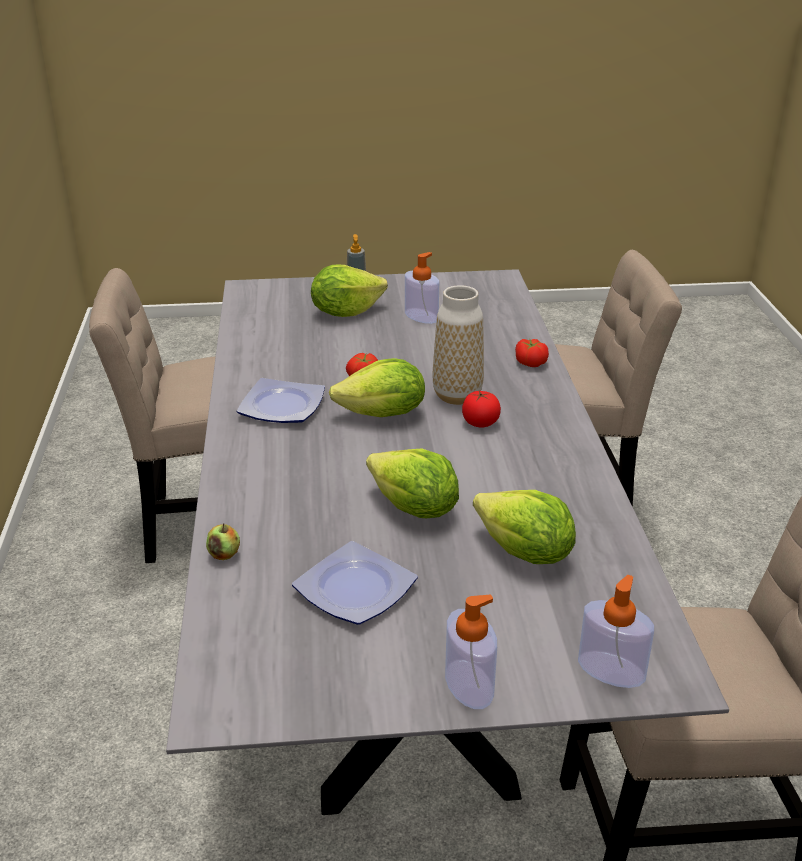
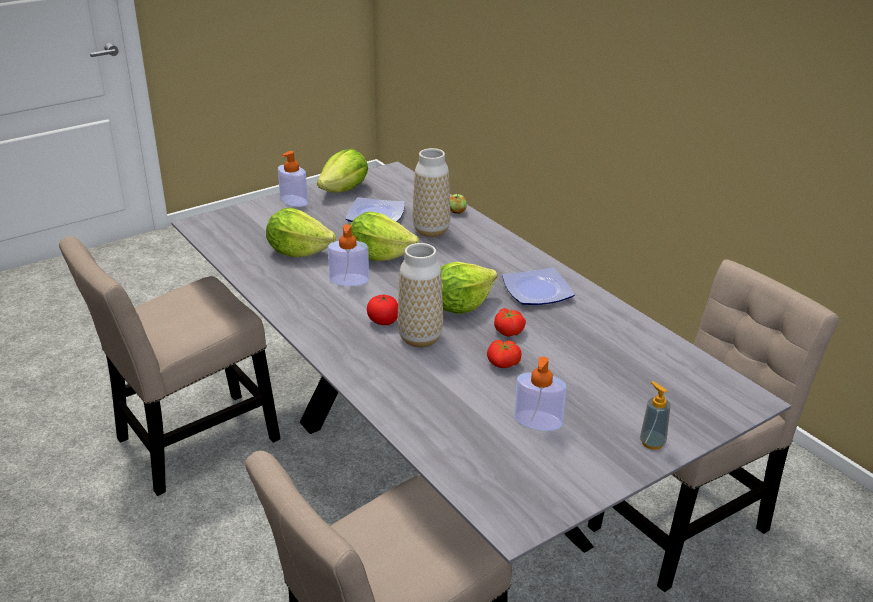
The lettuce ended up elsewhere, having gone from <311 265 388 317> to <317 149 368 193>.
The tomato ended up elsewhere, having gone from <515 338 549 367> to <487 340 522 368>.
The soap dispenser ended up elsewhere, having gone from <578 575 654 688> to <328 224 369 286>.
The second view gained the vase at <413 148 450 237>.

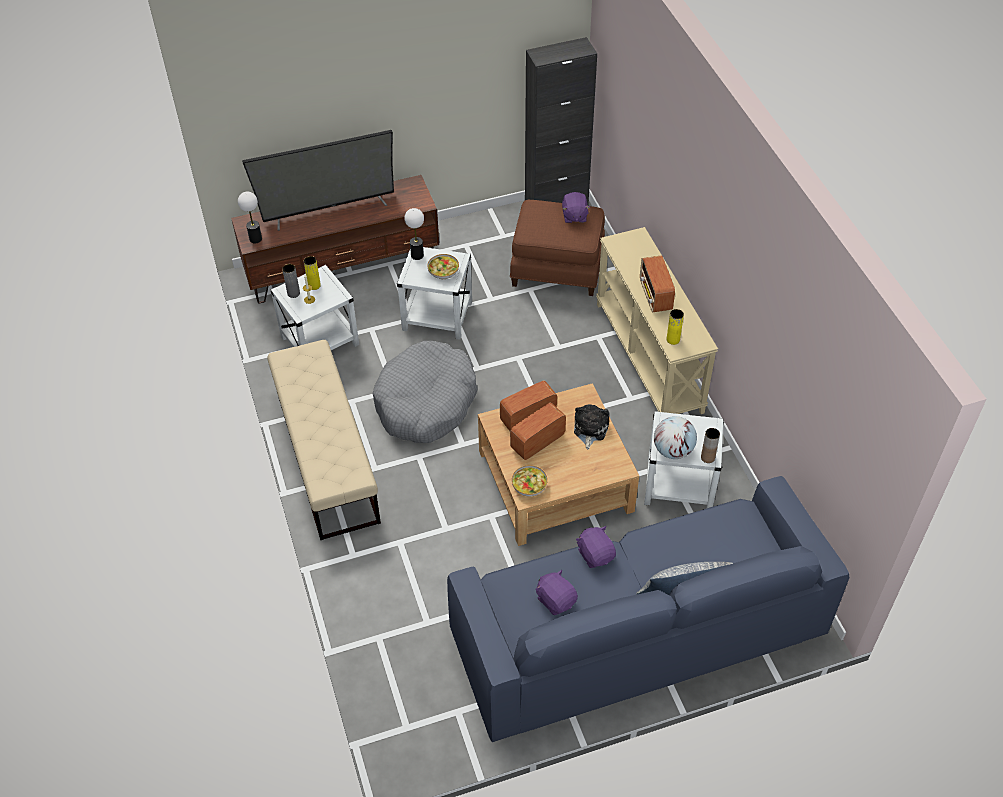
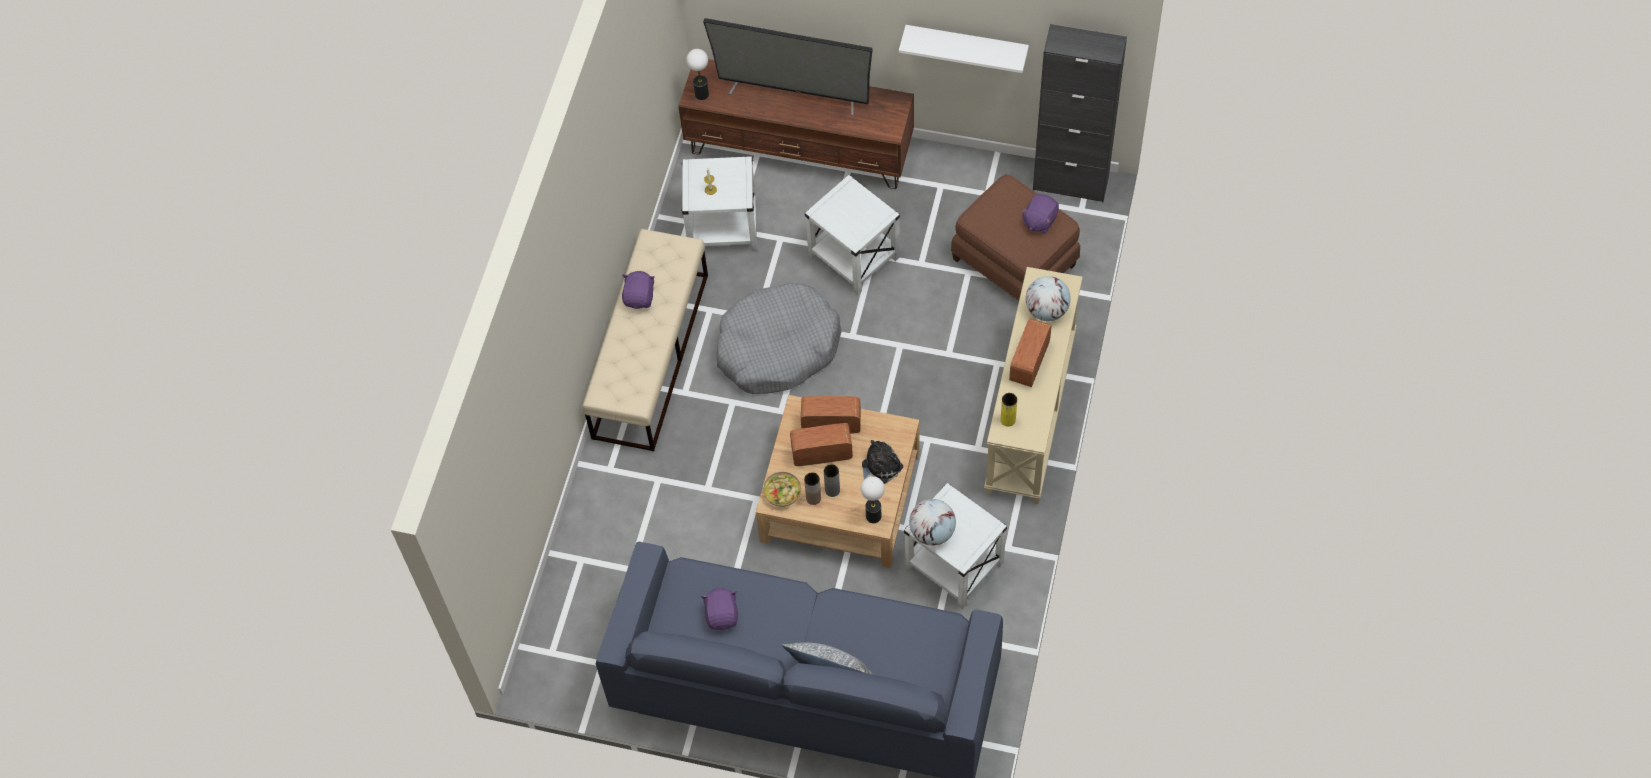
The vase (grey) ended up elsewhere, having gone from <282 264 300 298> to <824 464 840 497>.
The second view lost the vase (yellow) at <304 256 321 290>.
The table lamp ended up elsewhere, having gone from <404 208 424 260> to <861 476 885 523>.
The second view lost the bowl at <427 254 459 279>.
The plush toy (purple) ended up elsewhere, having gone from <576 526 616 568> to <622 271 655 309>.
The vase (brown) ended up elsewhere, having gone from <701 428 720 463> to <804 472 821 505>.
The second view gained the shelf (white) at <899 25 1029 73>.
The second view gained the globe at <1025 276 1071 321>.

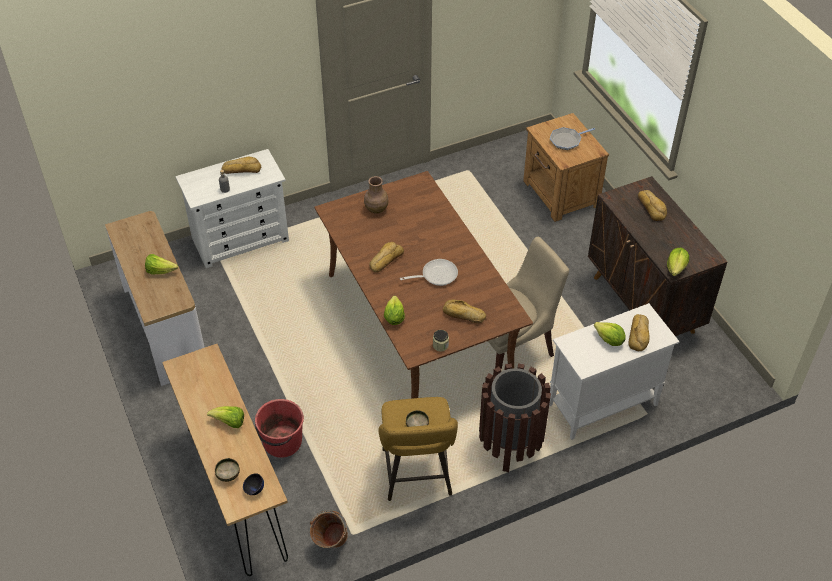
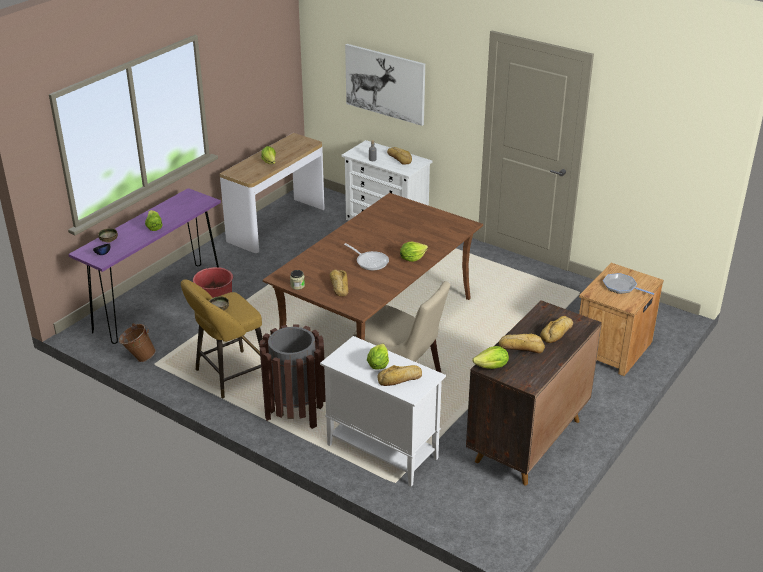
What was the console table (brown) at <162 344 288 576> turned into the console table (purple) at <68 188 221 344>.
The second view lost the vase (brown) at <364 176 389 214>.
The bread ended up elsewhere, having gone from <369 242 404 273> to <499 334 545 354>.
The lettuce ended up elsewhere, having gone from <384 296 405 325> to <400 242 428 262>.
The second view gained the picture at <345 44 425 126>.

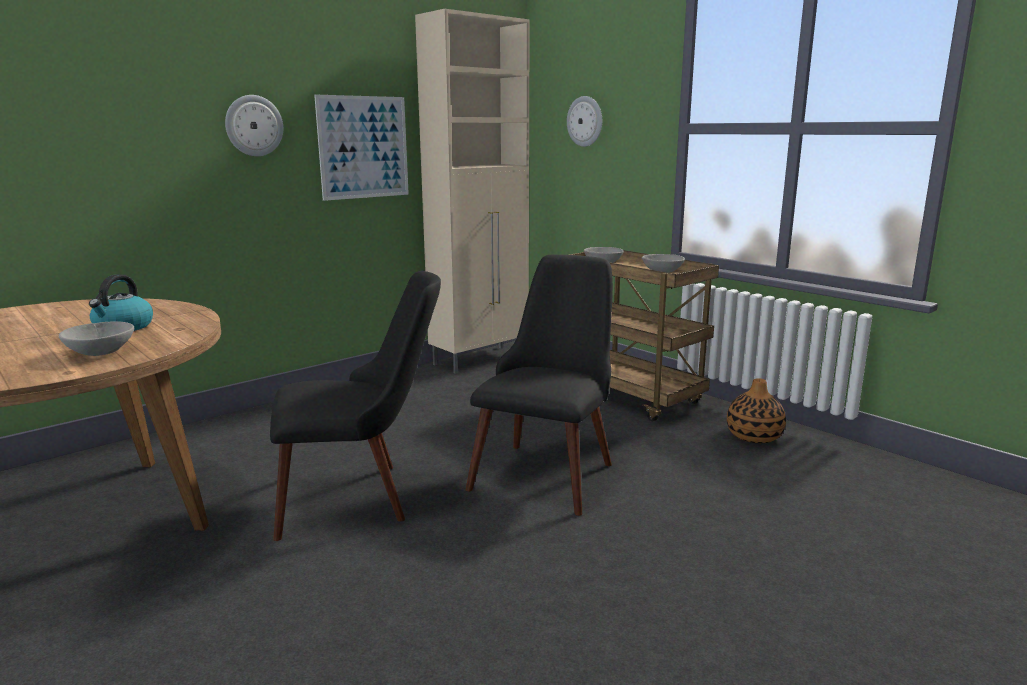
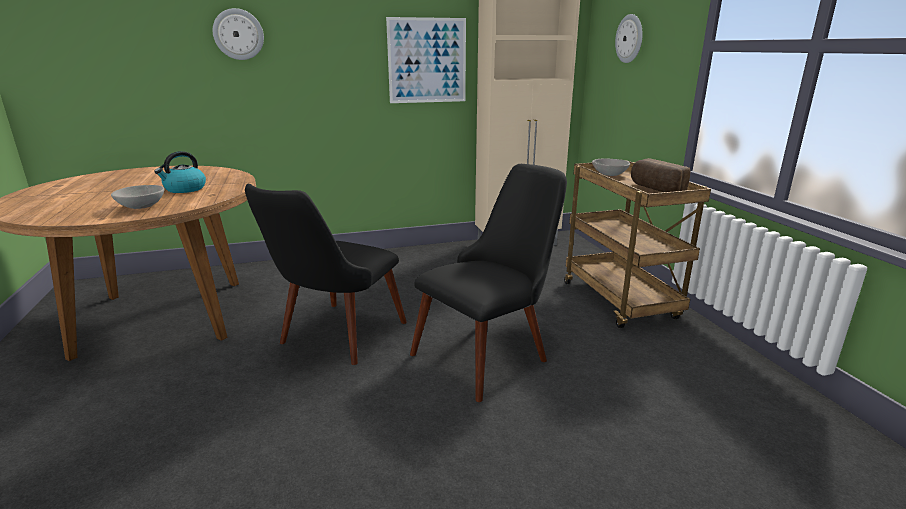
The wall clock ended up elsewhere, having gone from <225 95 283 156> to <213 8 264 60>.
The chair (black) at <270 271 441 541> ended up facing another way, 105 degrees clockwise from before.
Where the bowl (grey) stood at <642 254 685 273>, the bread came to stand at <631 158 690 192>.
The second view lost the vase at <727 378 786 443>.

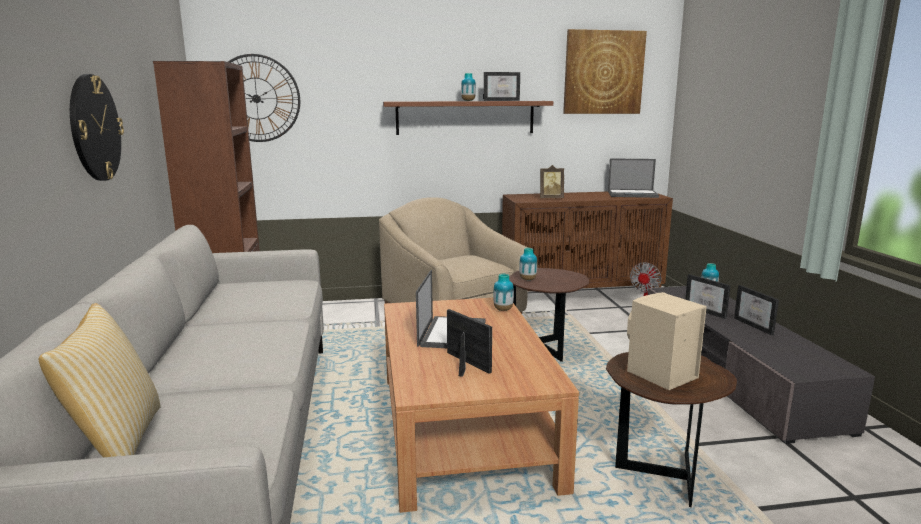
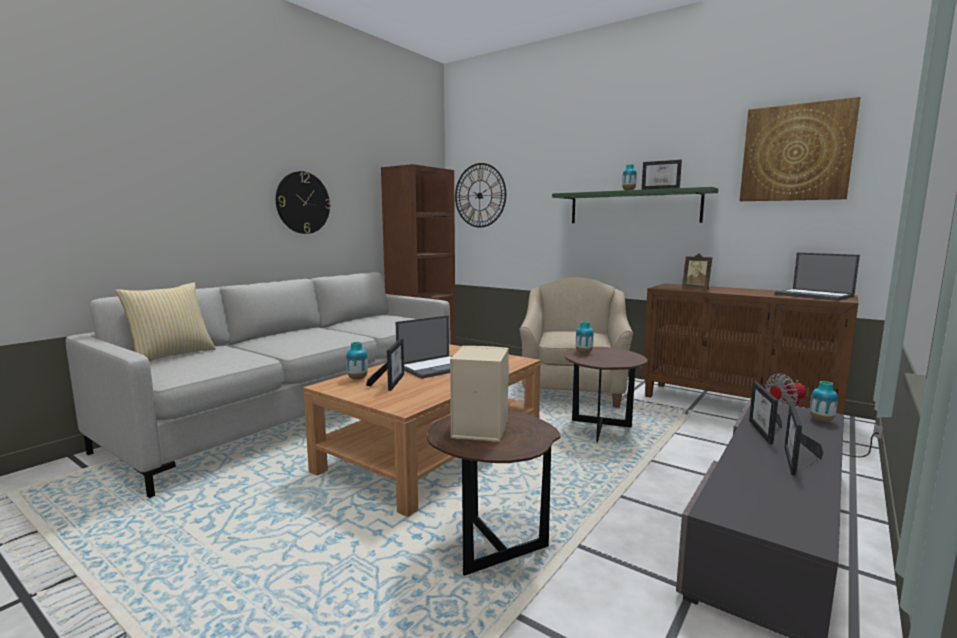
What was the shelf (brown) at <383 101 553 135> turned into the shelf (green) at <552 187 718 223>.
The vase ended up elsewhere, having gone from <493 274 514 311> to <346 342 368 380>.

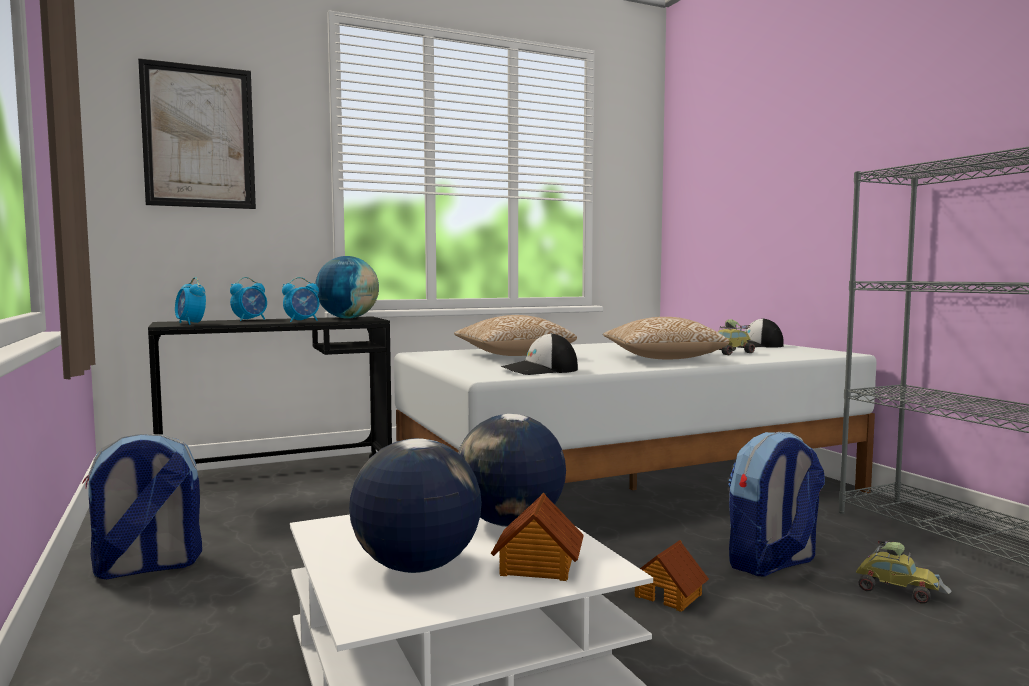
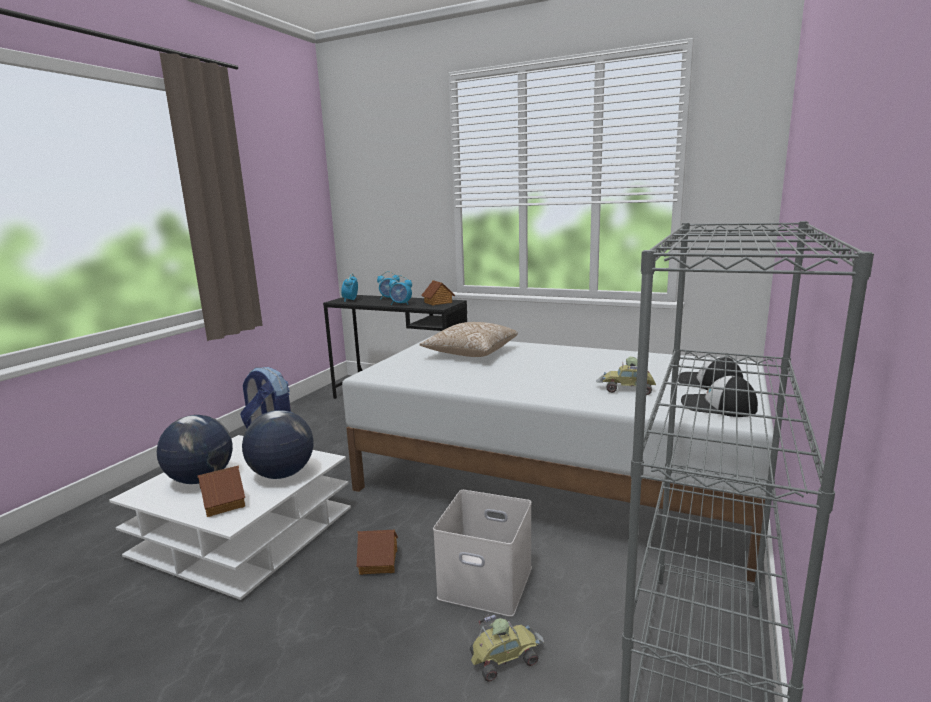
The second view lost the picture at <138 58 256 209>.
Where the globe stood at <315 256 379 319>, the toy house came to stand at <421 280 455 305>.
The cap ended up elsewhere, having gone from <501 333 578 375> to <681 376 758 417>.
The second view lost the pillow at <603 317 729 359>.
Where the backpack stood at <728 432 825 577>, the storage box (white) came to stand at <433 490 532 617>.
The toy car at <856 541 952 604> ended up facing another way, 105 degrees counterclockwise from before.

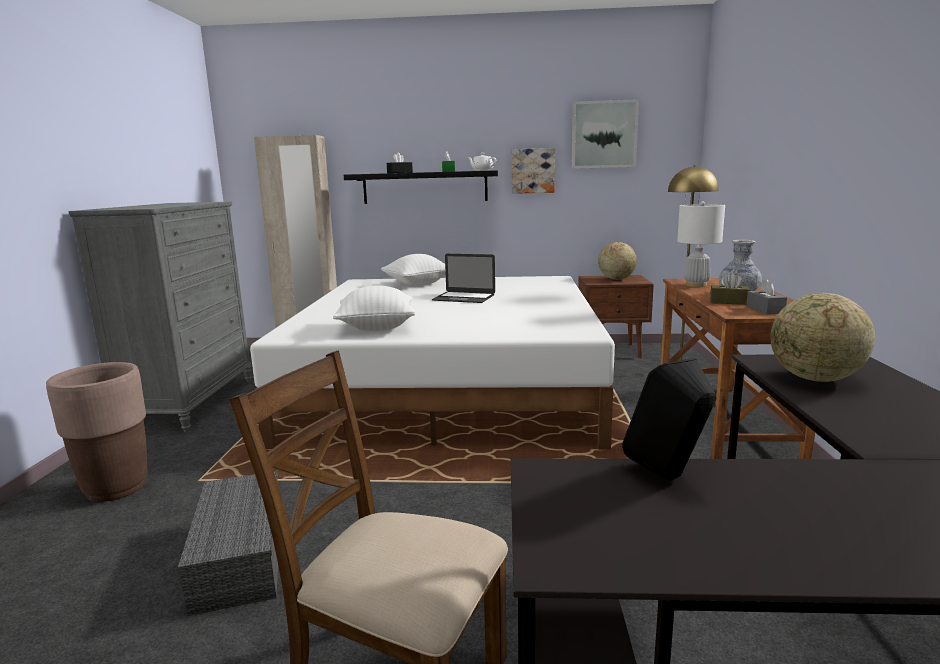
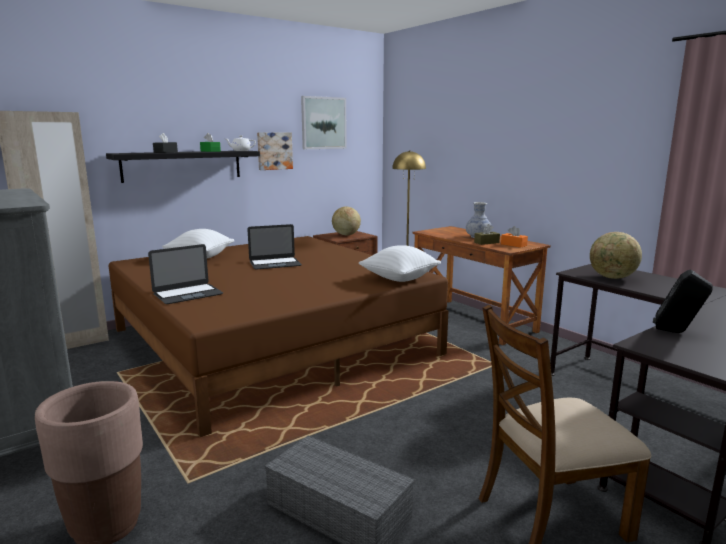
What was the bed (white) at <250 276 615 450> turned into the bed (brown) at <109 236 449 437>.
The pillow (white) ended up elsewhere, having gone from <333 285 415 331> to <359 245 441 282>.
The second view lost the table lamp (white) at <677 201 725 287>.
What was the tissue box (grey) at <746 279 787 314> turned into the tissue box (orange) at <501 226 528 248>.
The second view gained the laptop at <148 244 223 304>.

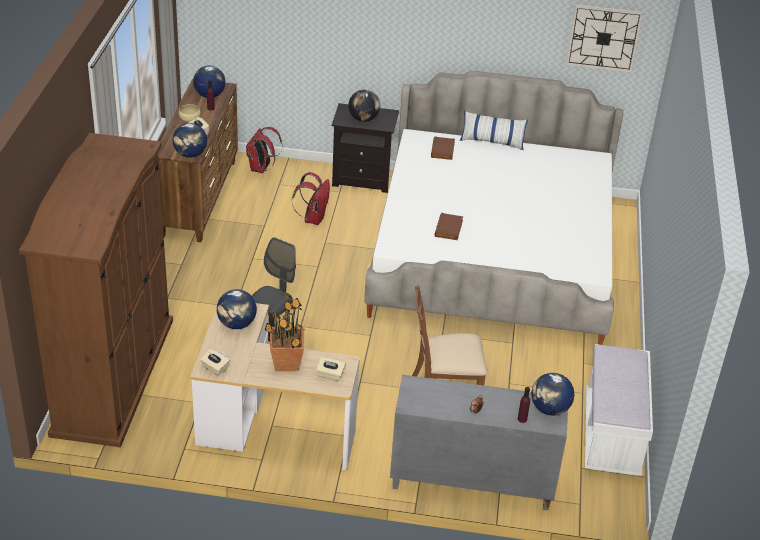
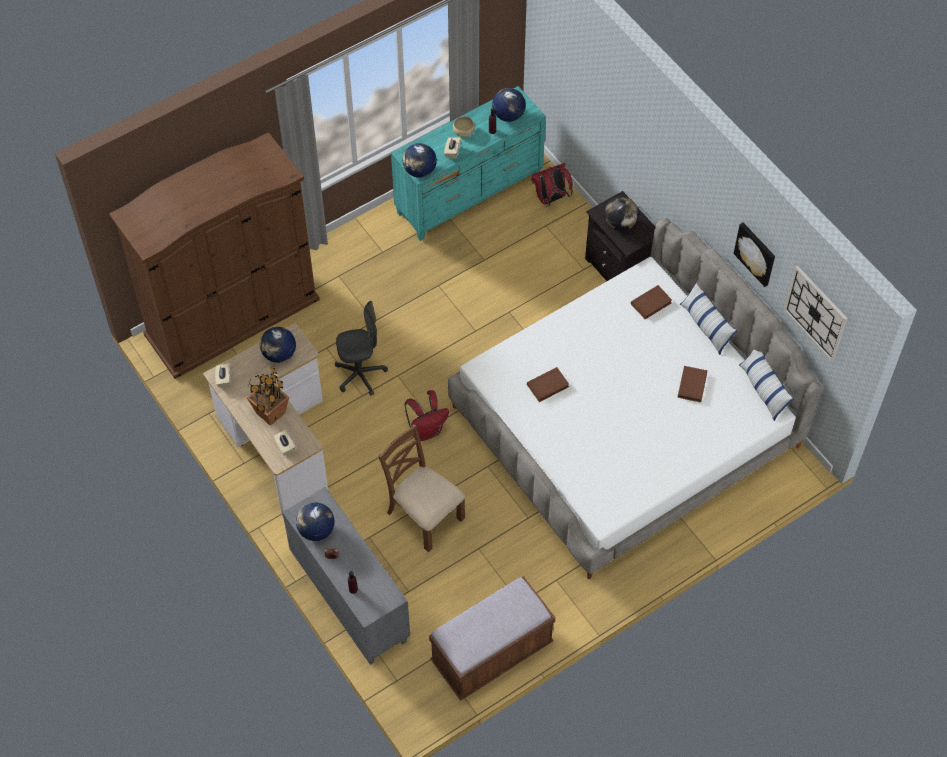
What was the dresser (brown) at <158 79 238 242> turned into the dresser (turquoise) at <391 86 546 241>.
The backpack (red) ended up elsewhere, having gone from <292 172 330 225> to <404 390 449 441>.
The globe ended up elsewhere, having gone from <531 373 574 416> to <296 503 335 541>.
What was the bench (white) at <585 344 653 476> turned into the bench (brown) at <429 576 555 701>.
The second view gained the book (brown) at <677 366 707 402>.
The second view gained the picture at <734 223 775 287>.
The second view gained the pillow at <739 350 794 421>.

